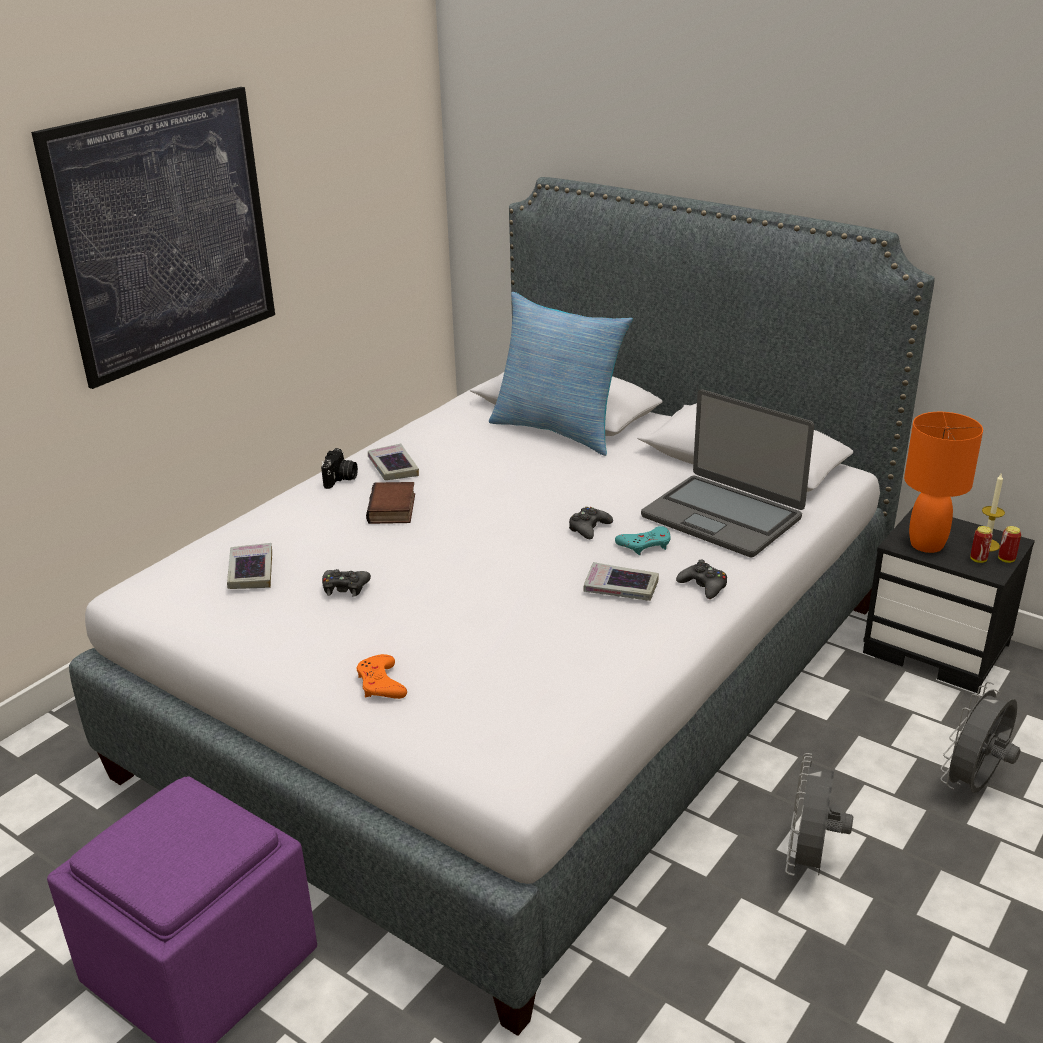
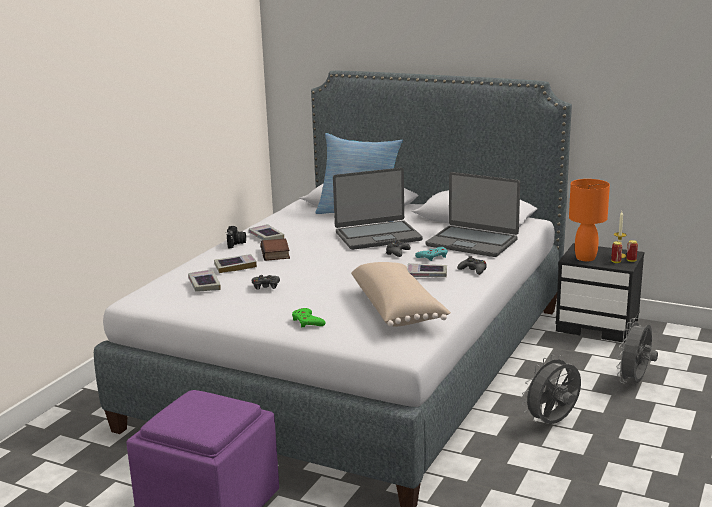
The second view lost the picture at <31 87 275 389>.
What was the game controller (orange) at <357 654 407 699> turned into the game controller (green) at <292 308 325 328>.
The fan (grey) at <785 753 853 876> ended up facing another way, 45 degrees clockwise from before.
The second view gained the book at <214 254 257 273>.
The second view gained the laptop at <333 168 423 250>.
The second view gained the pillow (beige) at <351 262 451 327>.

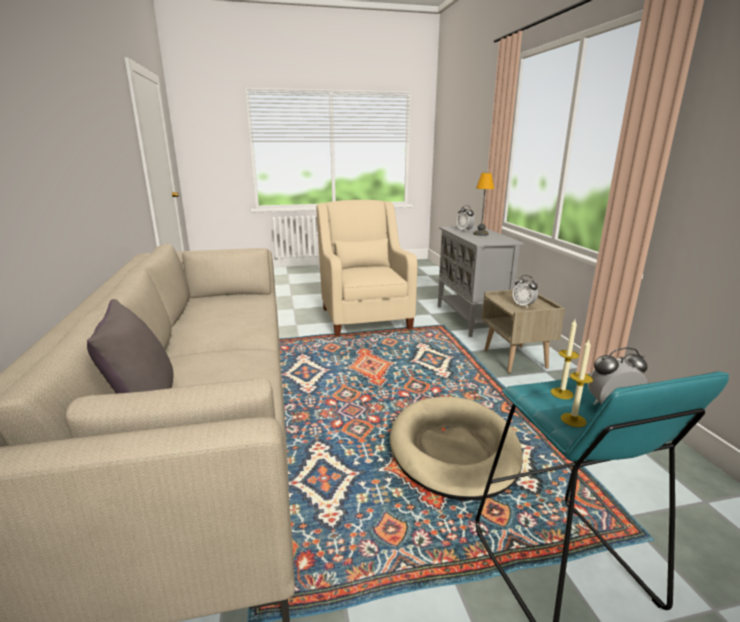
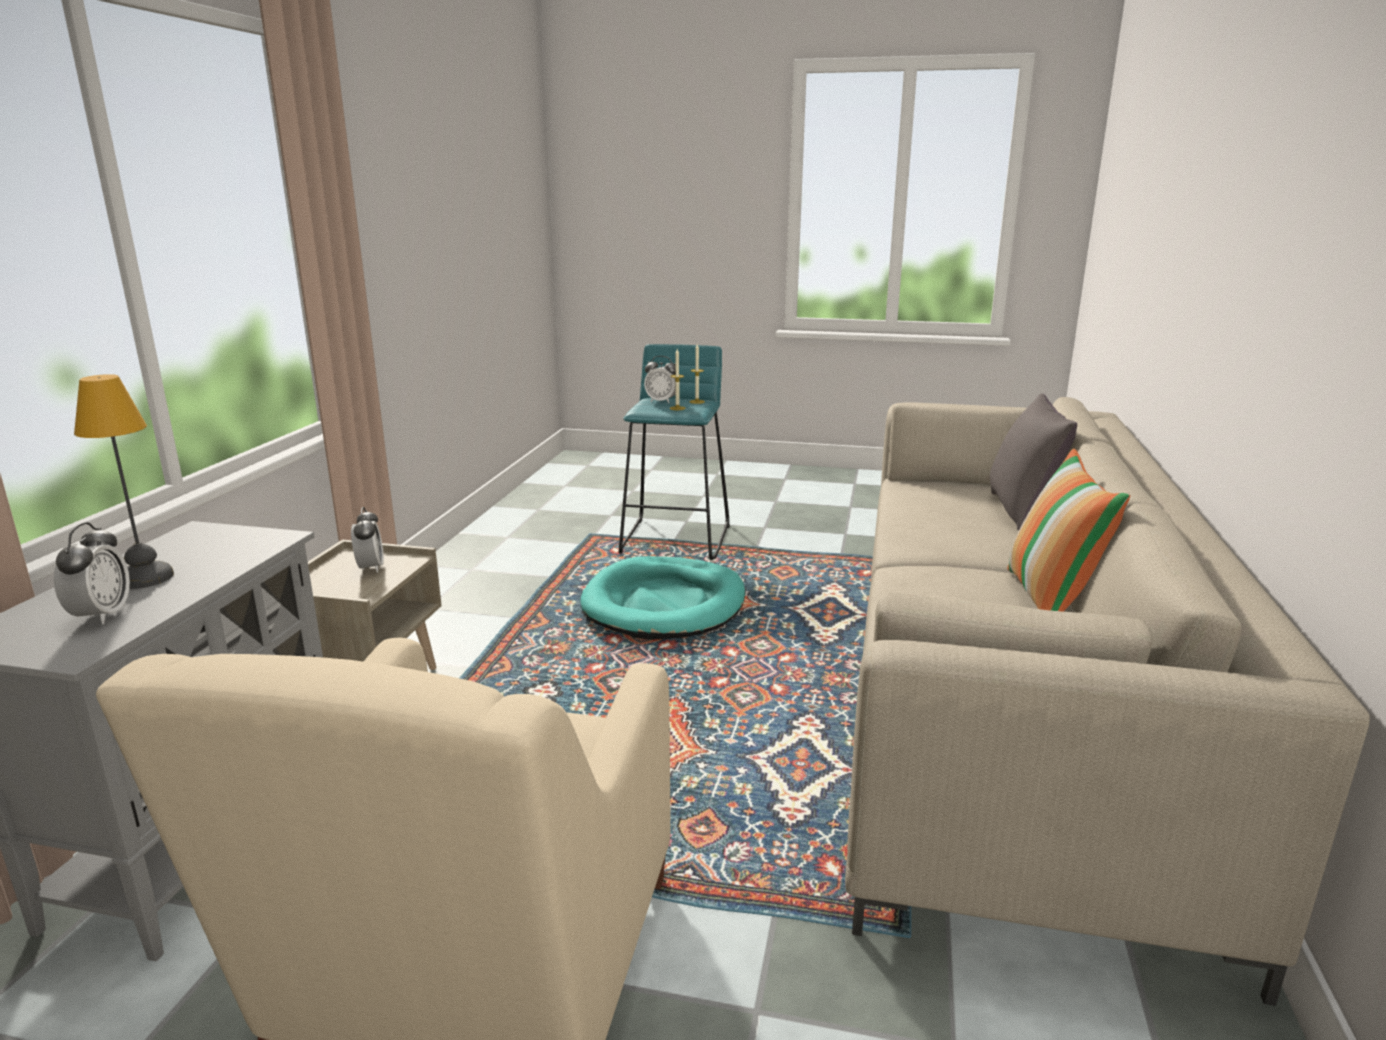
What was the dog bed (beige) at <390 397 523 500> turned into the dog bed (turquoise) at <580 556 745 640>.
The second view gained the pillow at <1007 448 1130 612>.

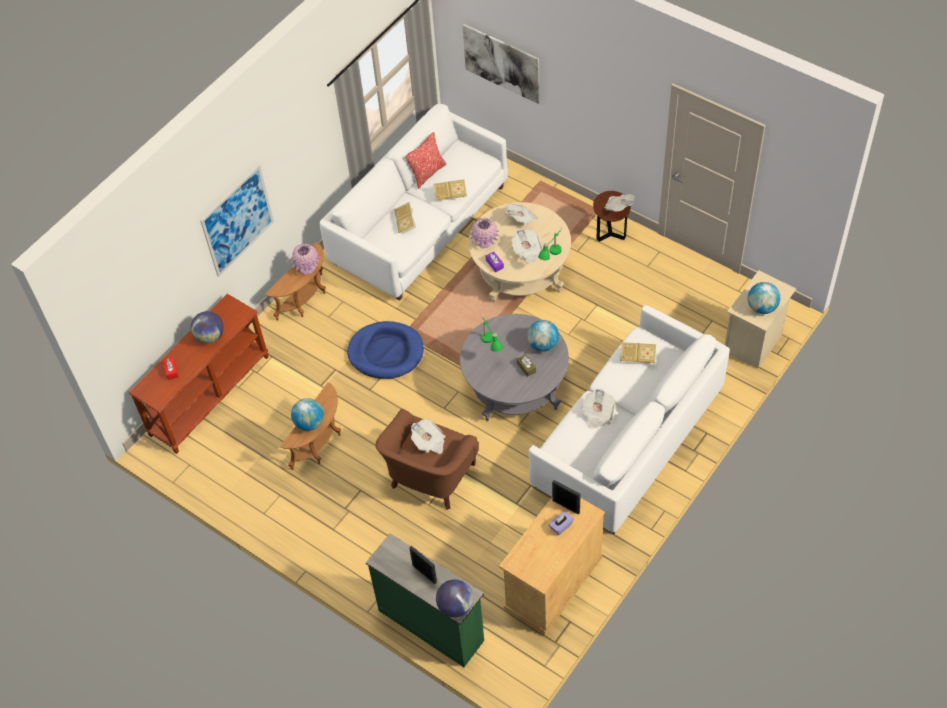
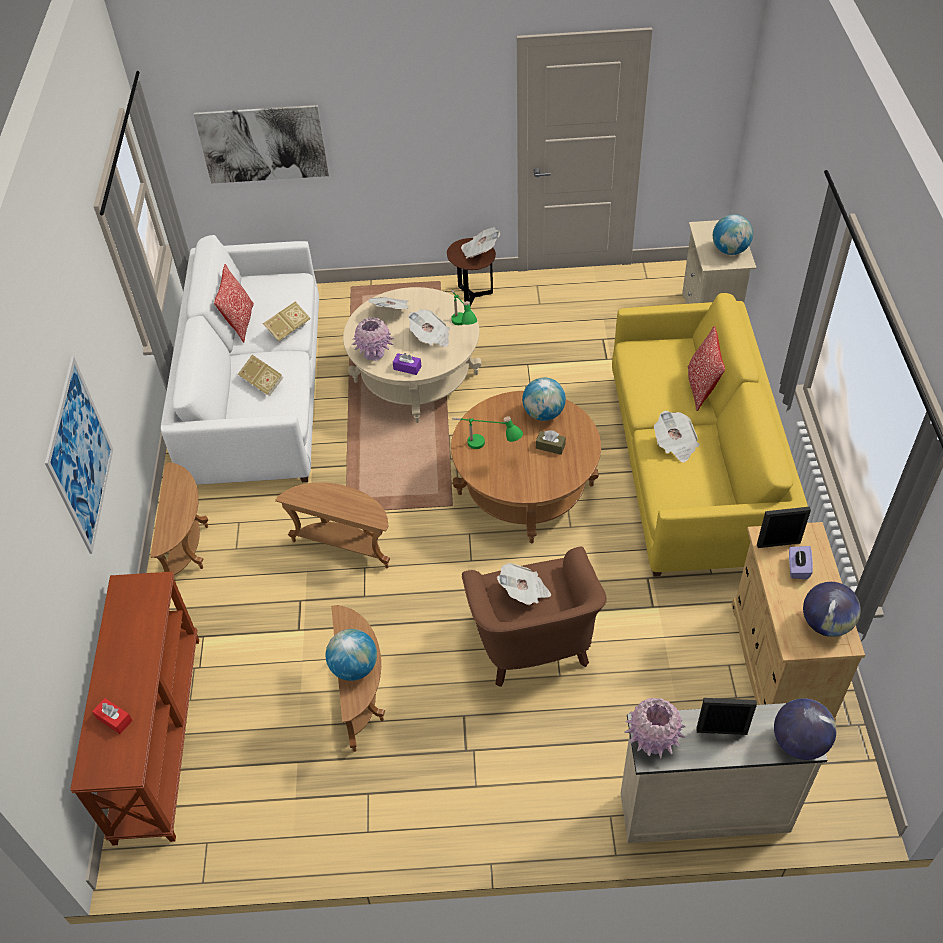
The globe ended up elsewhere, having gone from <191 311 224 344> to <803 582 861 637>.
The vase (pink) ended up elsewhere, having gone from <290 243 321 275> to <624 698 685 759>.
Where the dog bed (blue) stood at <347 321 424 379>, the side table (brown) came to stand at <275 482 390 568>.
What was the dresser (green) at <366 533 484 667> turned into the dresser (beige) at <621 703 827 843>.
What was the coffee table (grey) at <460 314 569 421> turned into the coffee table (brown) at <451 391 601 543>.
What was the sofa (white) at <529 305 730 534> turned into the sofa (yellow) at <612 293 808 577>.
The second view lost the book at <620 342 656 364>.
The second view gained the pillow at <688 326 725 411>.

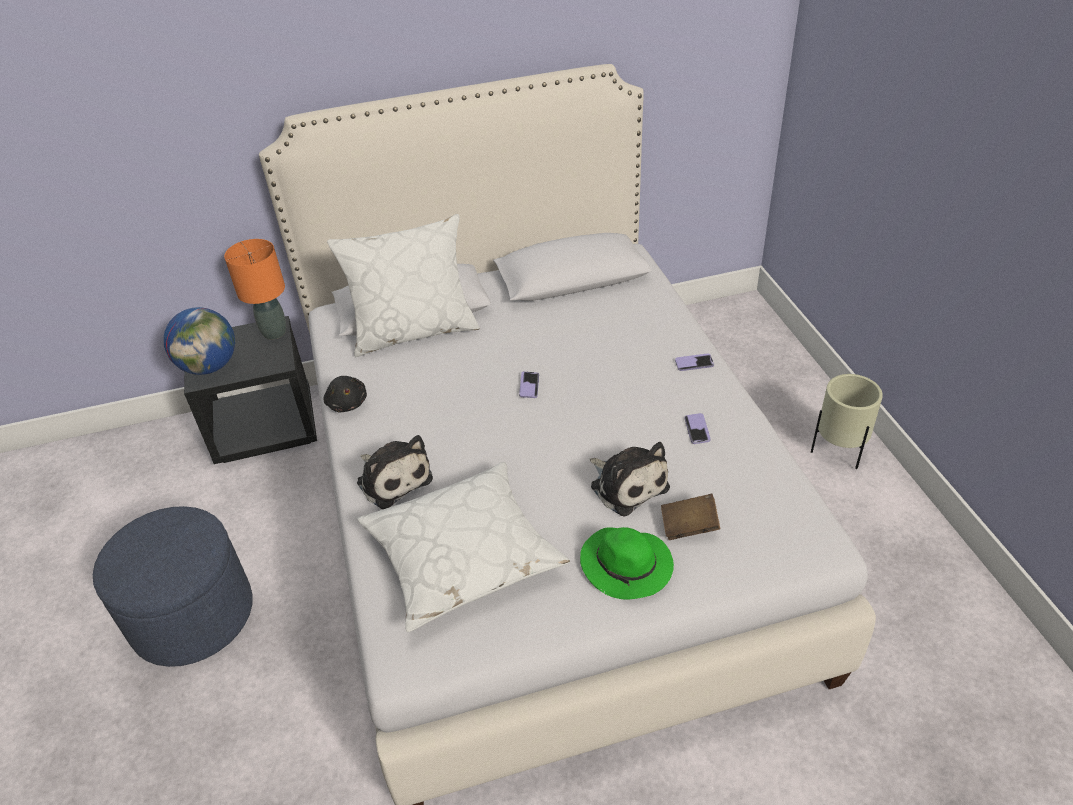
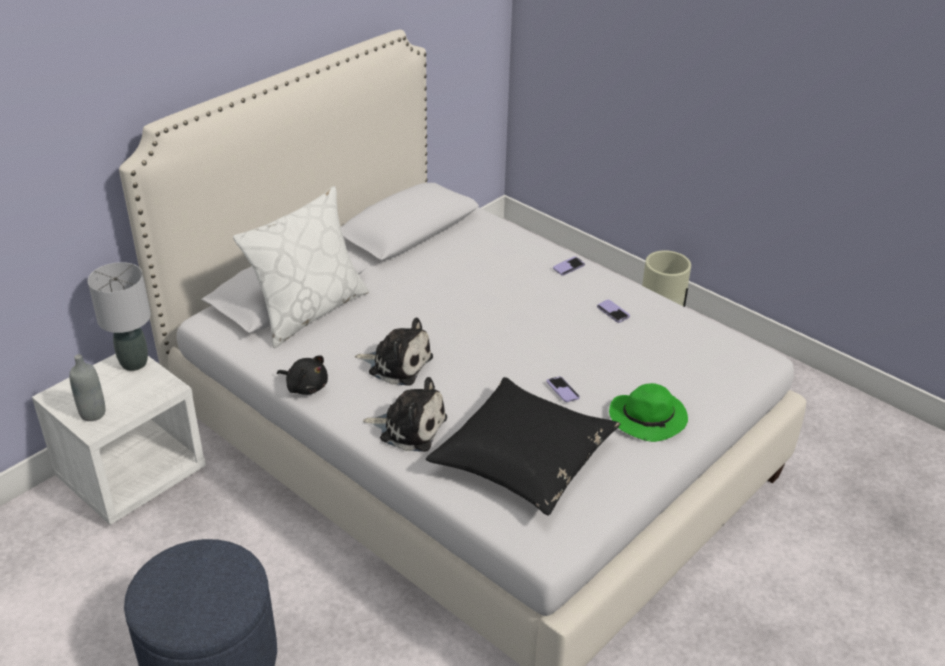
Where the globe stood at <164 307 235 375>, the bottle (grey) came to stand at <69 354 106 421>.
What was the nightstand (black) at <184 316 317 464> turned into the nightstand (white) at <32 354 206 525>.
What was the table lamp (orange) at <224 239 286 340> turned into the table lamp (grey) at <88 262 151 371>.
What was the pillow (white) at <357 462 570 632> turned into the pillow (black) at <426 377 620 516>.
The phone ended up elsewhere, having gone from <519 371 539 398> to <546 376 580 402>.
The plush toy ended up elsewhere, having gone from <590 442 670 517> to <355 317 433 386>.
The second view lost the book (brown) at <661 494 720 540>.

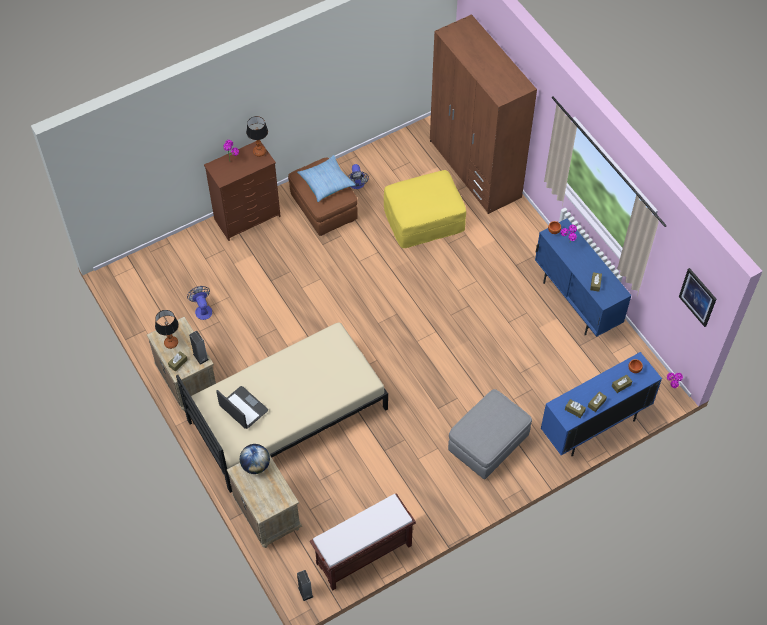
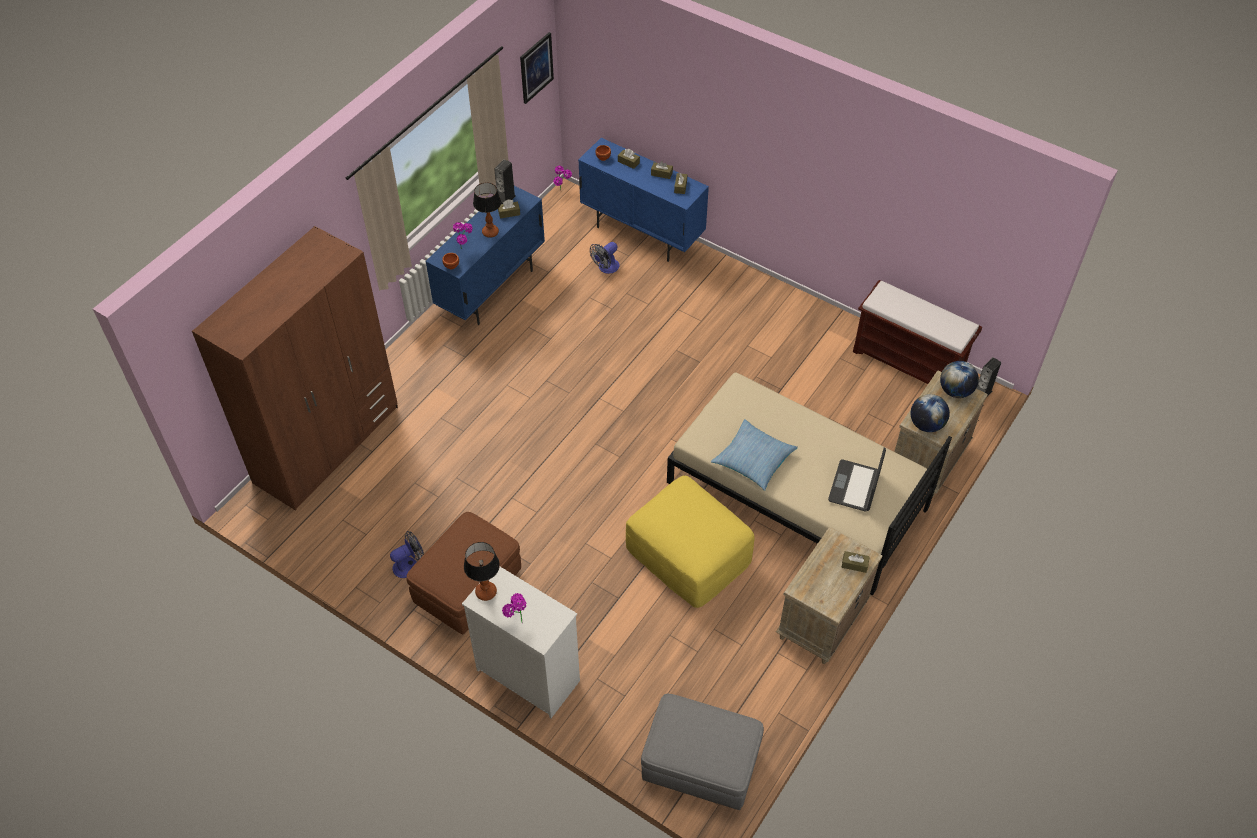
The table lamp ended up elsewhere, having gone from <155 310 179 349> to <473 182 501 238>.
The fan ended up elsewhere, having gone from <187 286 212 320> to <590 242 620 274>.
The speaker ended up elsewhere, having gone from <189 331 209 365> to <494 159 516 204>.
What was the dresser (brown) at <204 141 281 241> turned into the dresser (white) at <462 567 580 718>.
The pillow ended up elsewhere, having gone from <297 155 355 202> to <711 419 798 491>.
The ottoman (yellow) ended up elsewhere, having gone from <384 170 466 248> to <626 476 755 608>.
The ottoman (grey) ended up elsewhere, having gone from <448 389 532 479> to <641 694 764 810>.
The second view gained the globe at <940 361 979 398>.

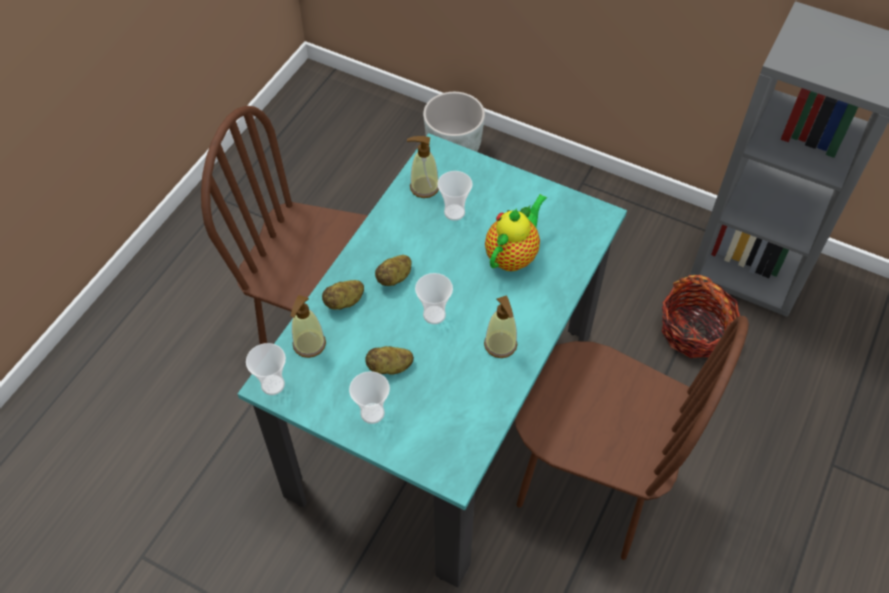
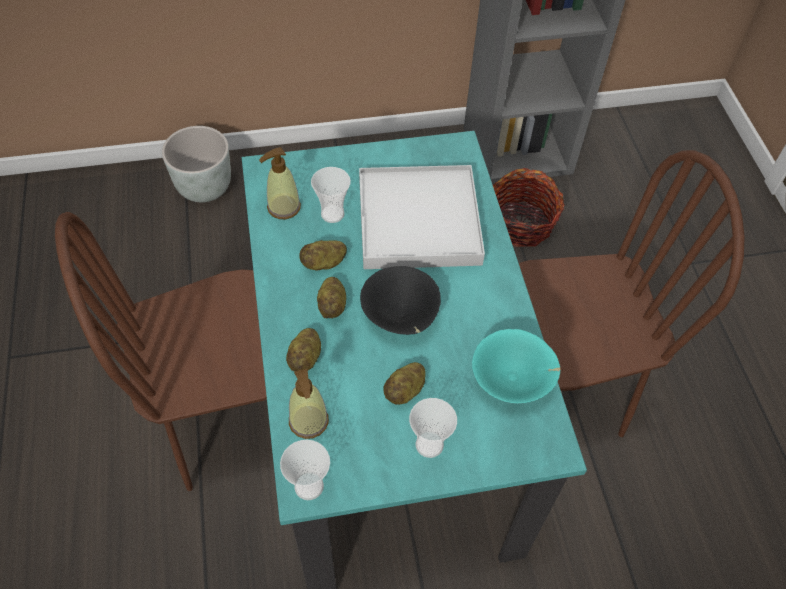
Where the cup stood at <415 273 453 324>, the bowl (black) came to stand at <360 266 441 335>.
The second view lost the soap dispenser at <484 295 517 358>.
Where the teapot stood at <485 194 547 271>, the tray (white) came to stand at <359 165 485 269>.
The second view gained the potato at <299 240 347 271>.
The second view gained the bowl (turquoise) at <472 329 561 403>.

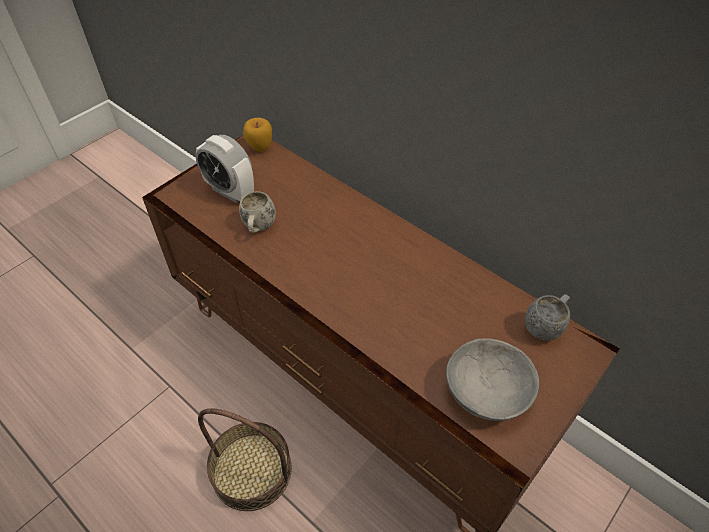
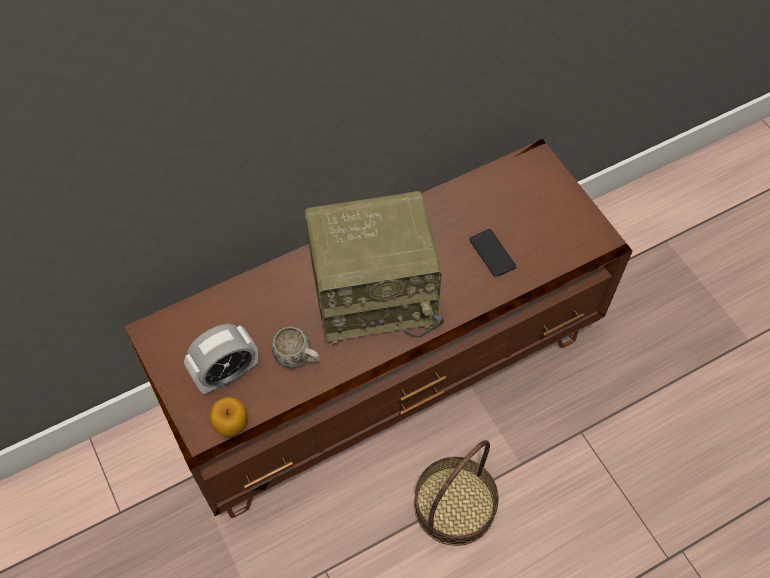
The apple ended up elsewhere, having gone from <243 118 272 152> to <210 397 247 437>.
The second view lost the bowl (grey) at <446 338 539 421>.
The second view lost the mug (grey) at <525 294 570 341>.
The second view gained the radio at <305 191 444 345>.
The second view gained the phone at <469 229 516 277>.

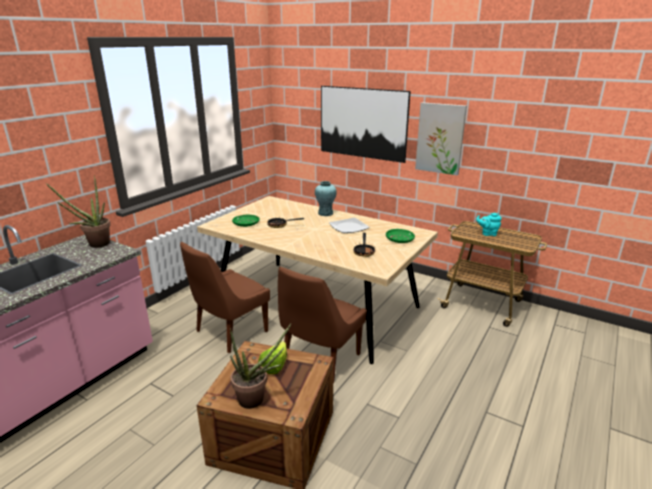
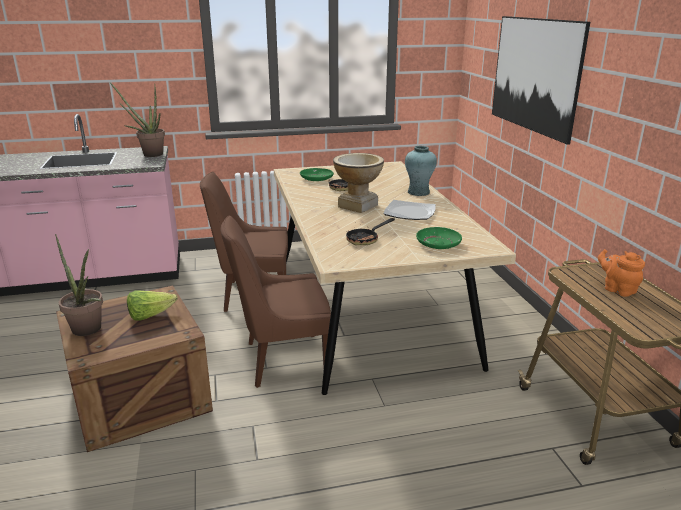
The second view lost the picture at <415 102 467 175>.
What was the teapot (turquoise) at <476 213 502 236> turned into the teapot (orange) at <598 249 645 297>.
The second view gained the vase at <333 153 384 213>.

